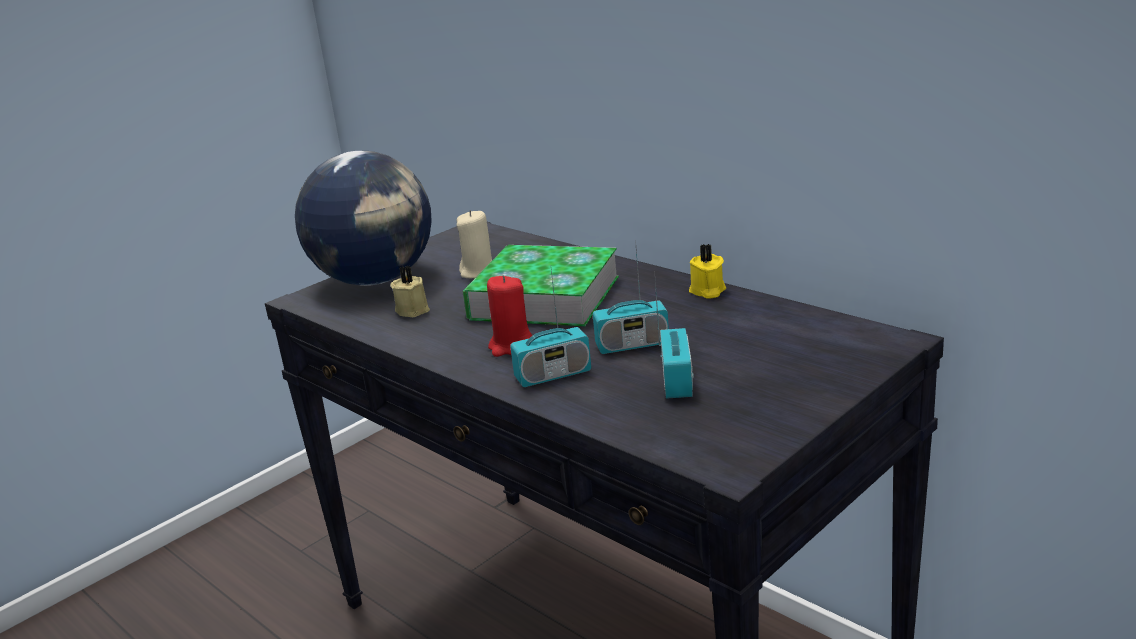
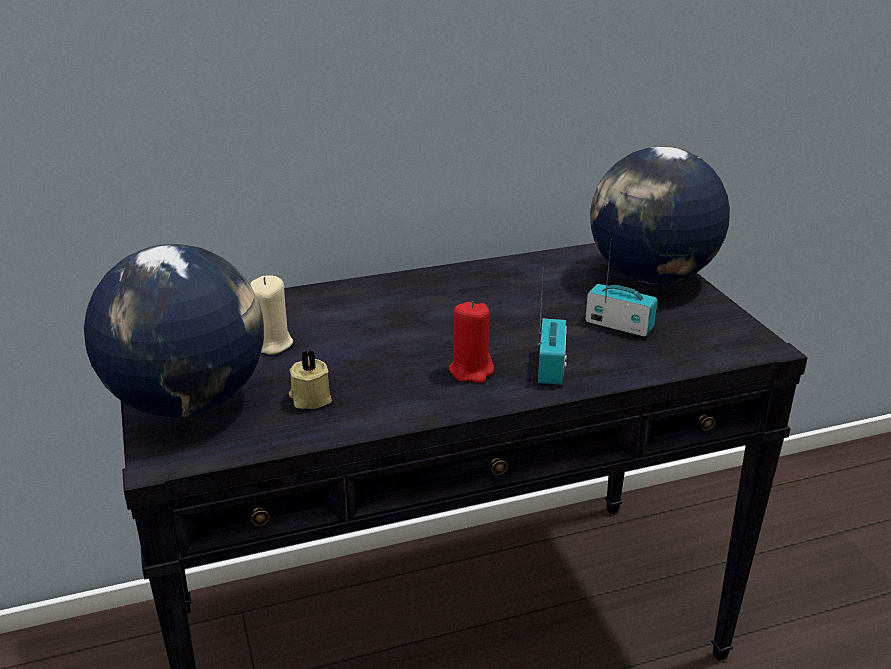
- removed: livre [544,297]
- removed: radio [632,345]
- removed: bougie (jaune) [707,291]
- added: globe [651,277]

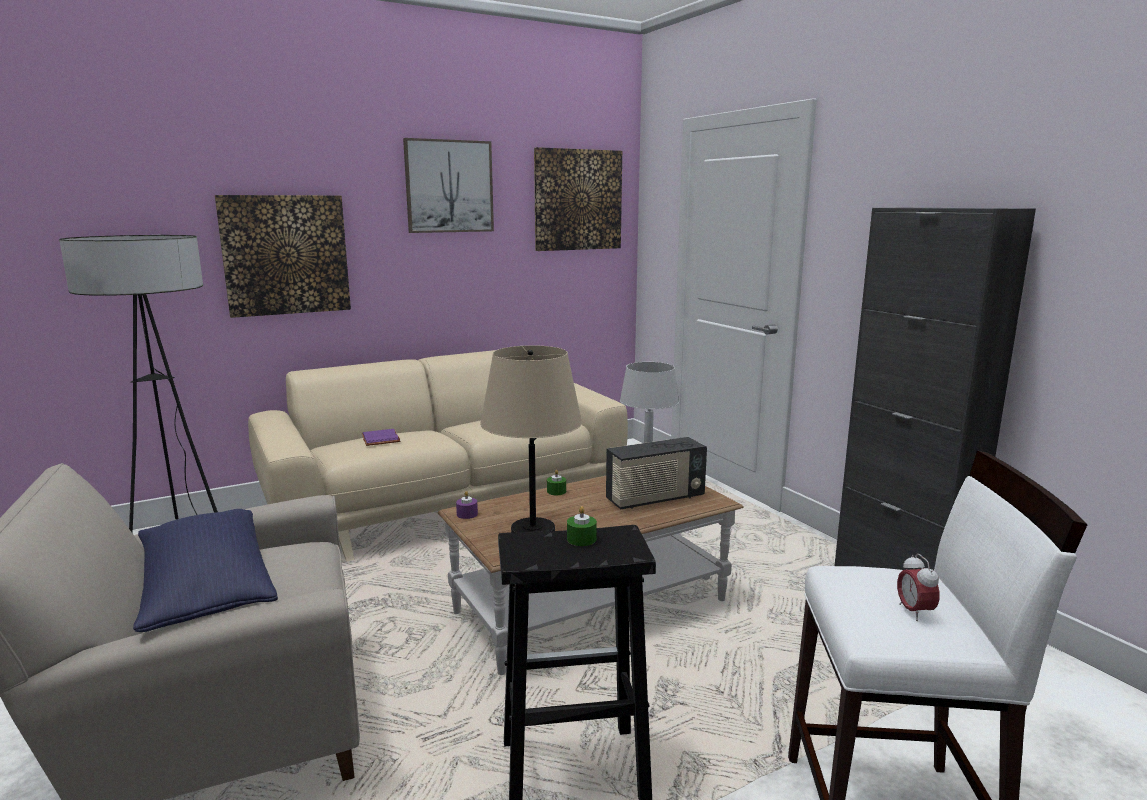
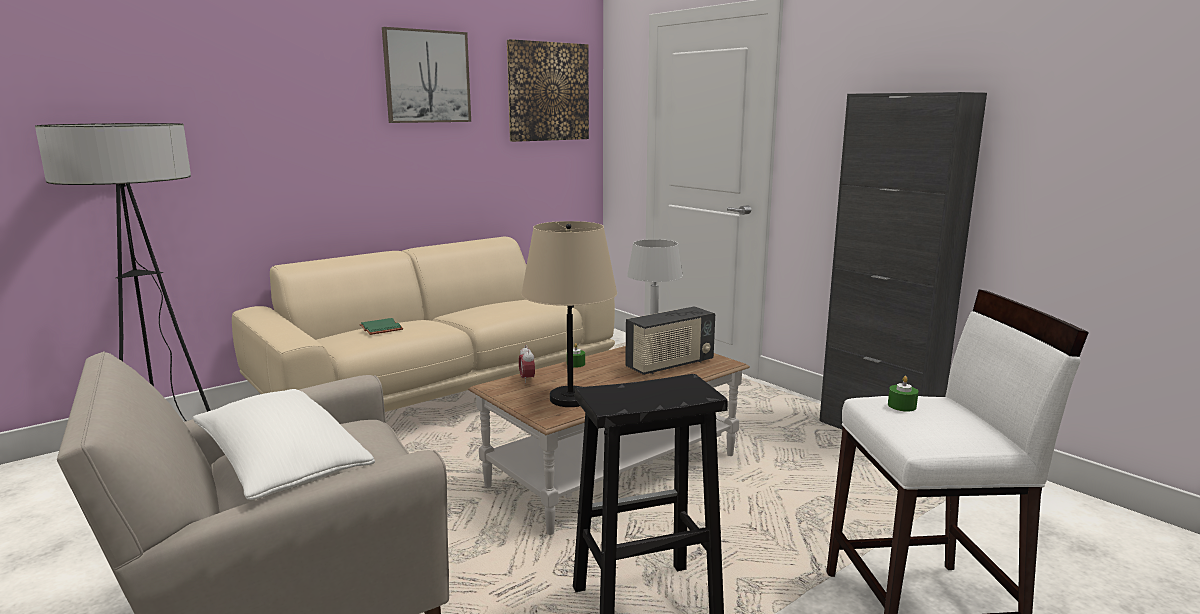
- removed: tableau [285,255]
- removed: bougie (violet) [467,514]
- moved: bougie (vert) [581,539] to [901,406]
- moved: réveil [914,612] to [527,379]
- recoloured: coussin (bleu) [206,591] to coussin (blanc) [282,467]
- recoloured: livre (violet) [382,439] to livre (vert) [382,328]

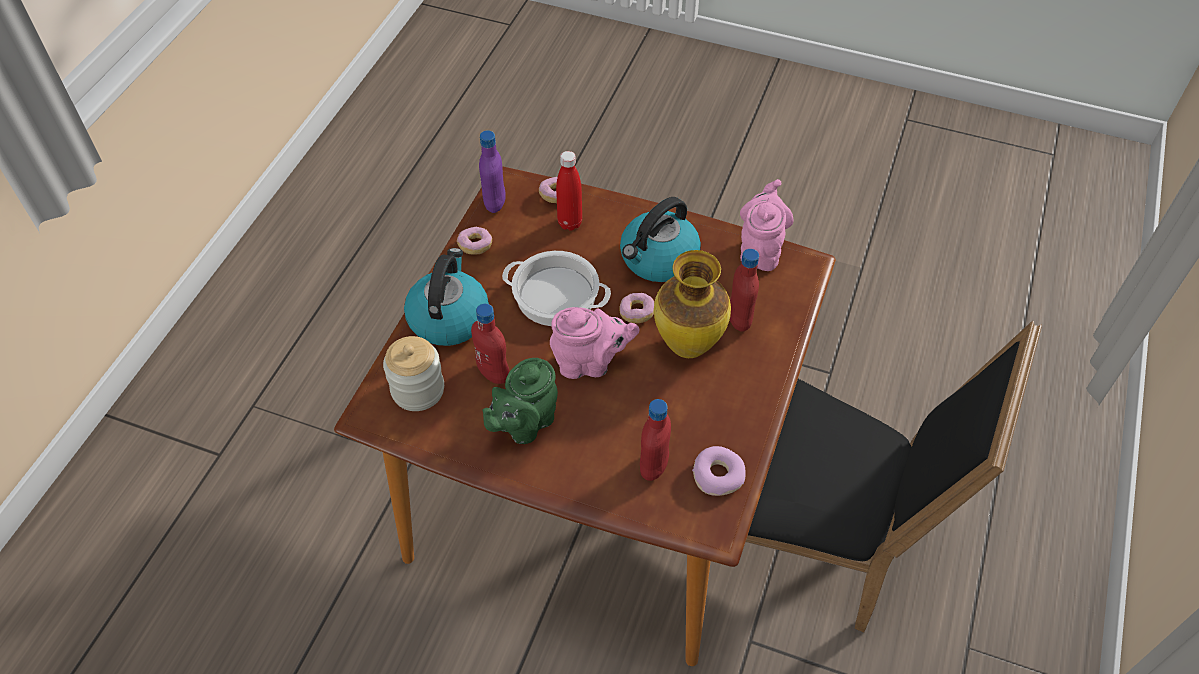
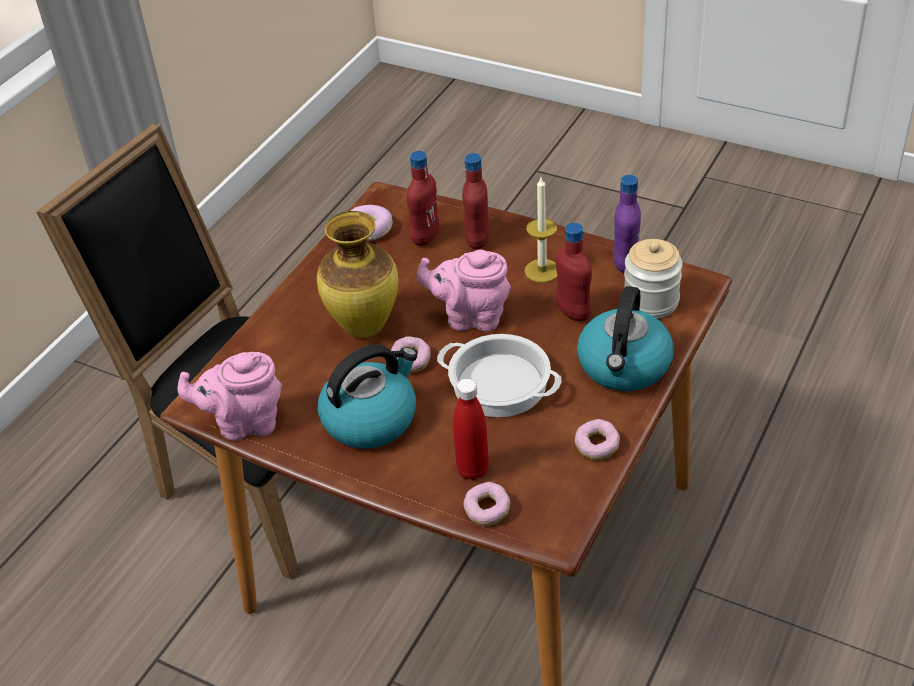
- moved: bouteille (violet) [495,203] to [625,263]
- moved: bouteille (rouge) [739,319] to [477,240]
- replaced: théière (vert) [524,424] to bougie [542,270]
- turned: théière (rose) [760,250] = [244,423] 60 degrees clockwise

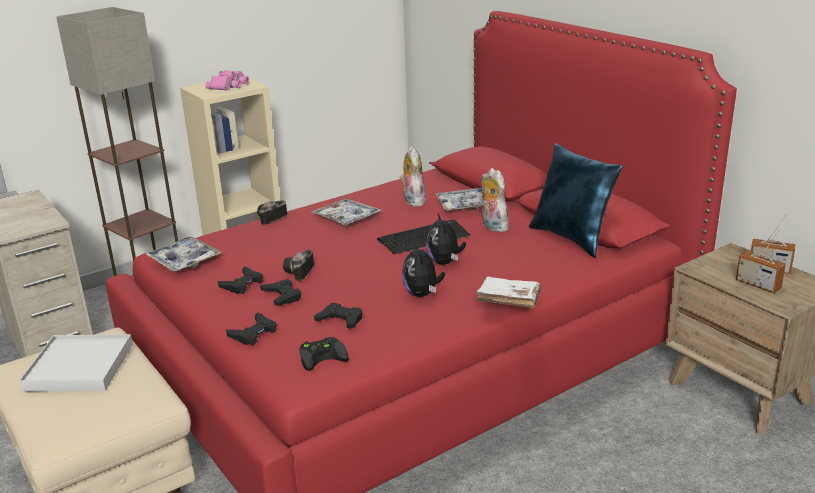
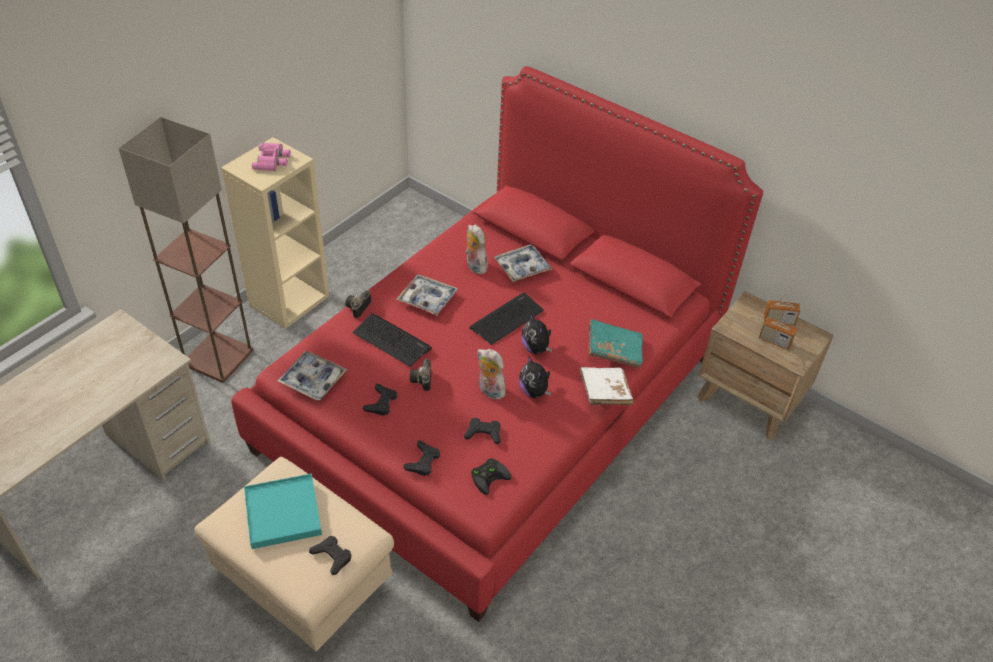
- removed: coussin (bleu) [572,238]
- added: clavier [391,340]
- added: livre (turquoise) [614,351]
- moved: manette (noir) [282,296] to [332,556]
- moved: peluche [492,226] to [489,390]
- recoloured: plateau (blanc) [79,367] to plateau (turquoise) [282,513]

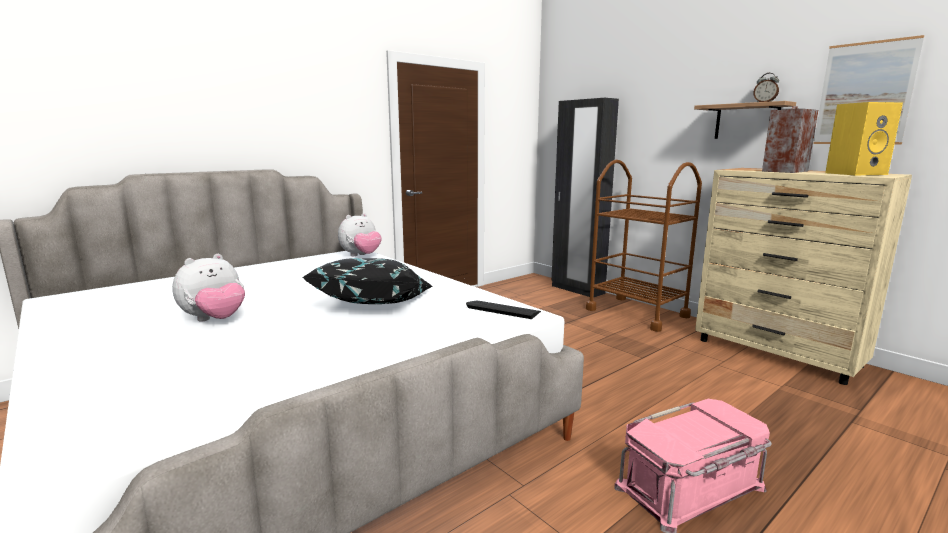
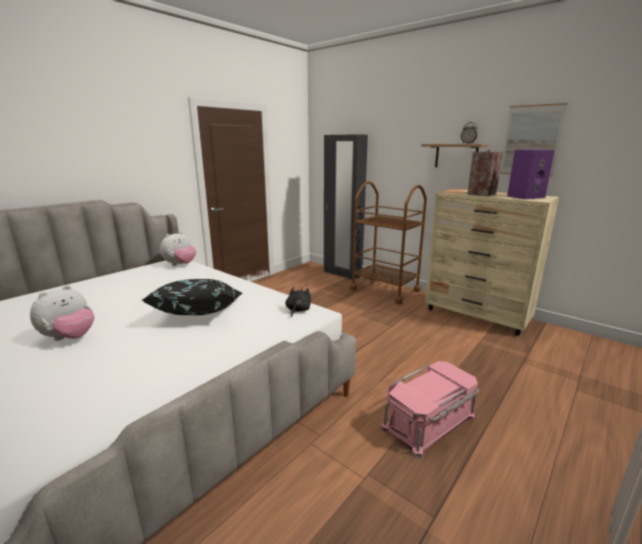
- replaced: clavier [503,310] to peluche (noir) [297,310]
- recoloured: enceinte (jaune) [855,173] to enceinte (violet) [525,197]

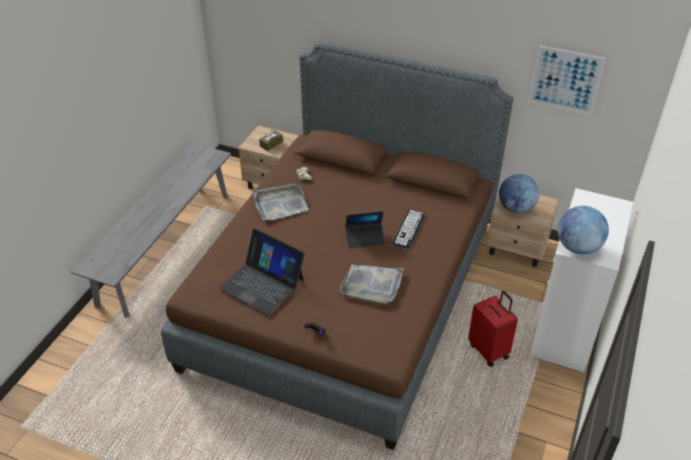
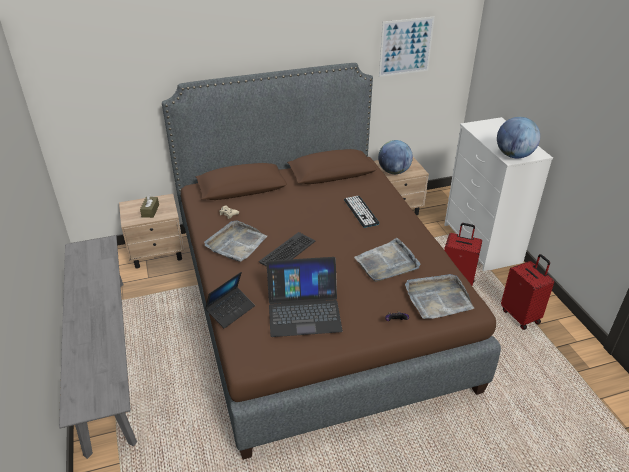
- added: clavier [288,252]
- added: plateau (gris) [437,298]
- added: valise (rouge) [521,316]
- moved: ordinateur portable [365,238] to [231,310]

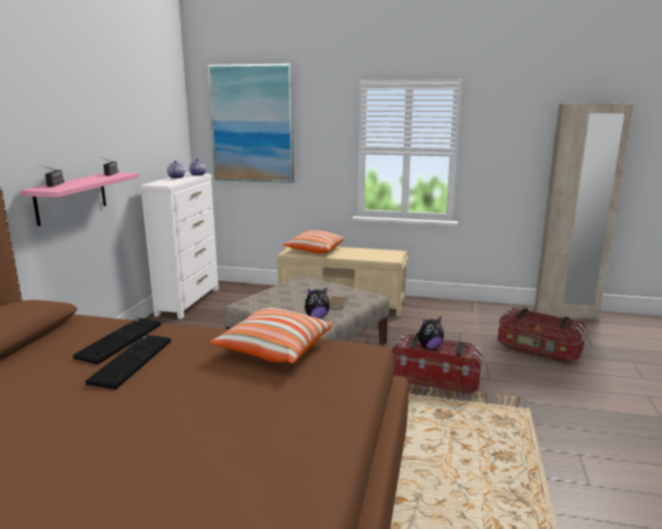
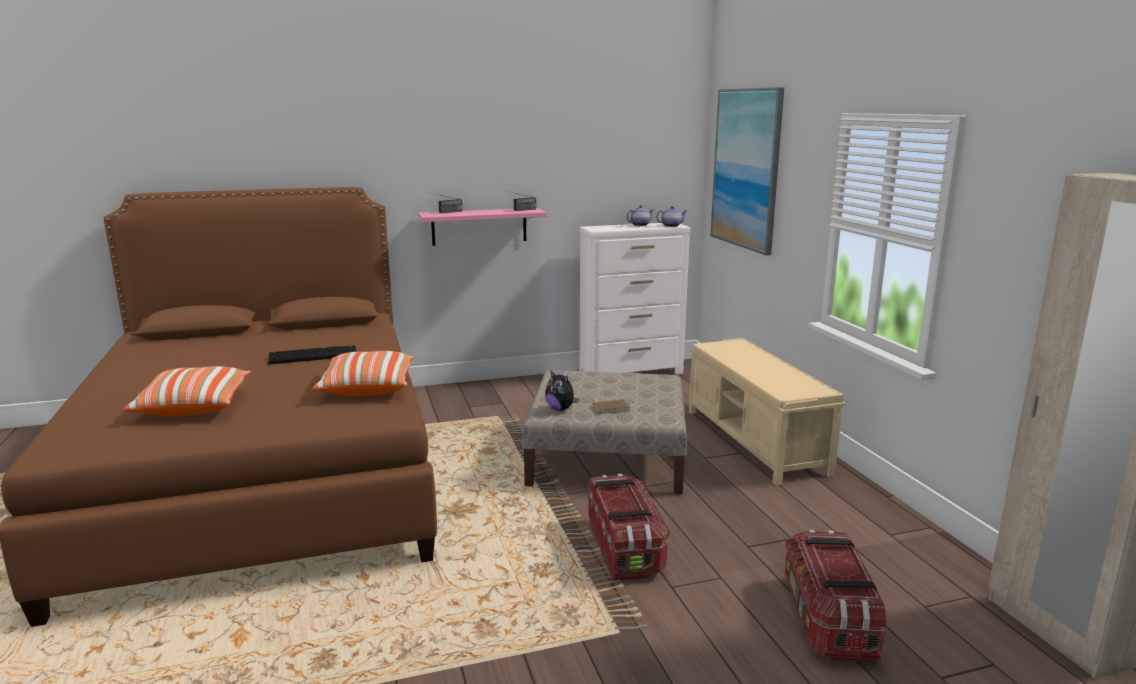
- removed: clavier [119,340]
- removed: peluche [429,347]
- moved: coussin [314,250] to [194,406]

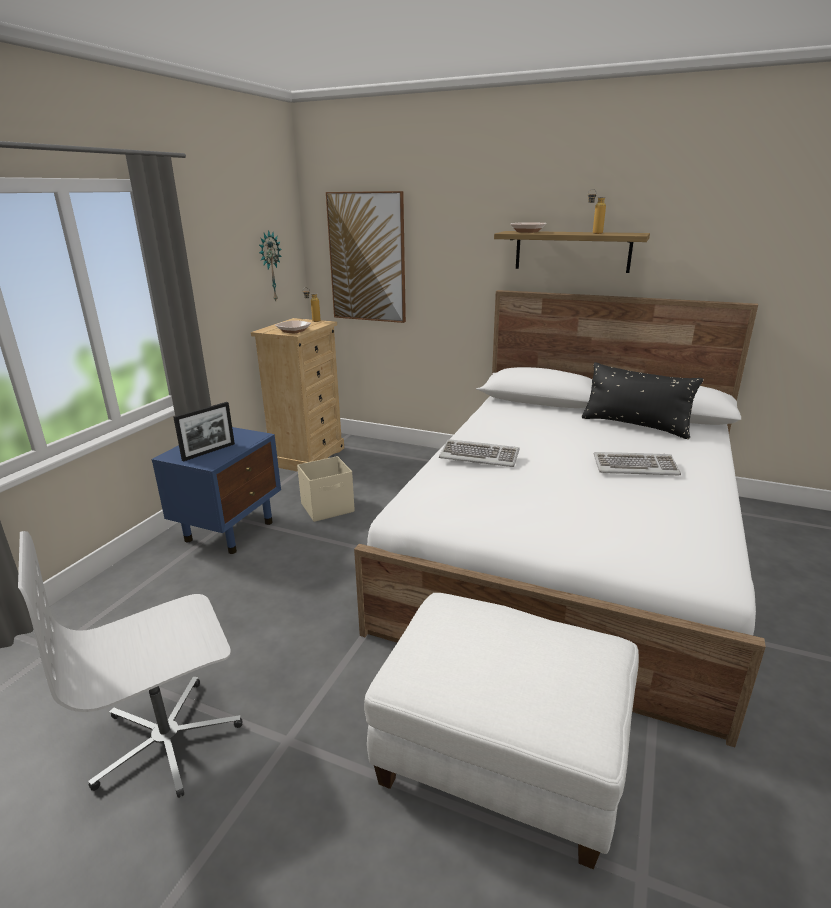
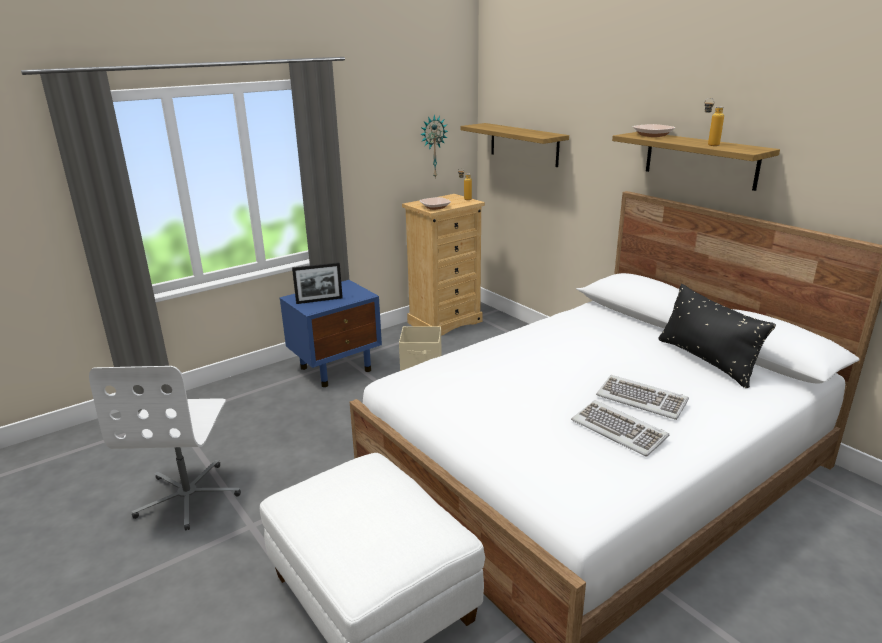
- moved: clavier [479,456] to [619,430]
- replaced: tableau [367,258] to étagère [523,144]
- turned: chaise de bureau (blanc) [168,740] = [189,496] 90 degrees counterclockwise

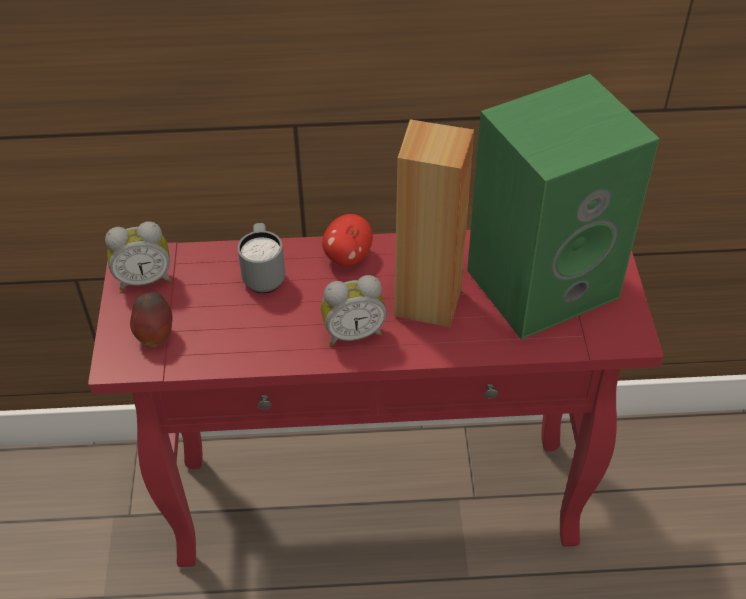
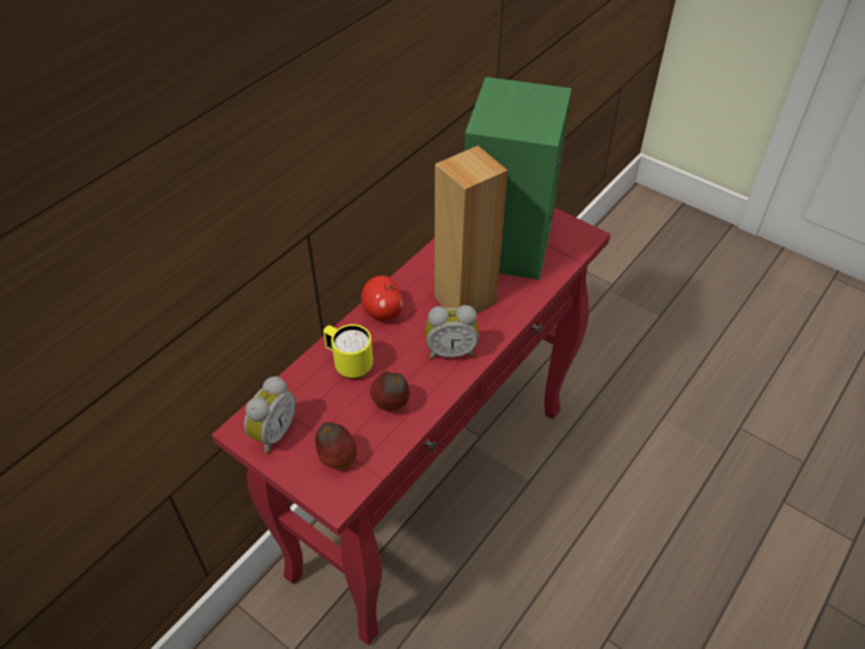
- added: pomme [391,405]
- recoloured: mug (gris) [264,275] to mug (jaune) [349,364]
- turned: réveil [353,332] = [451,351] 60 degrees clockwise

